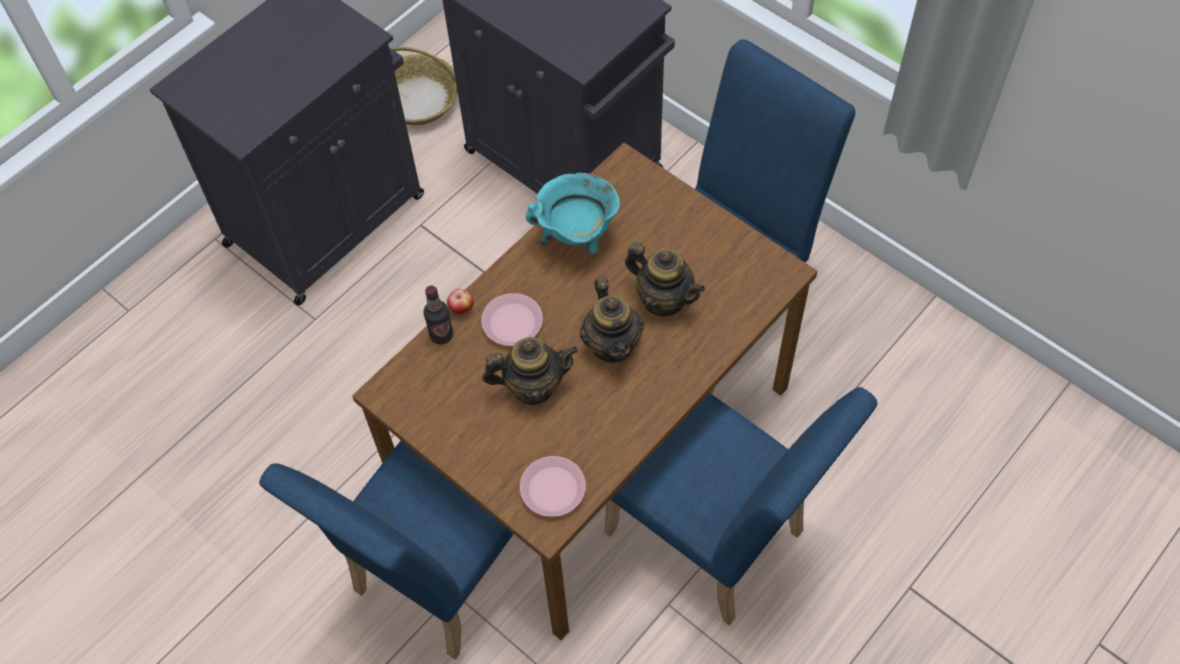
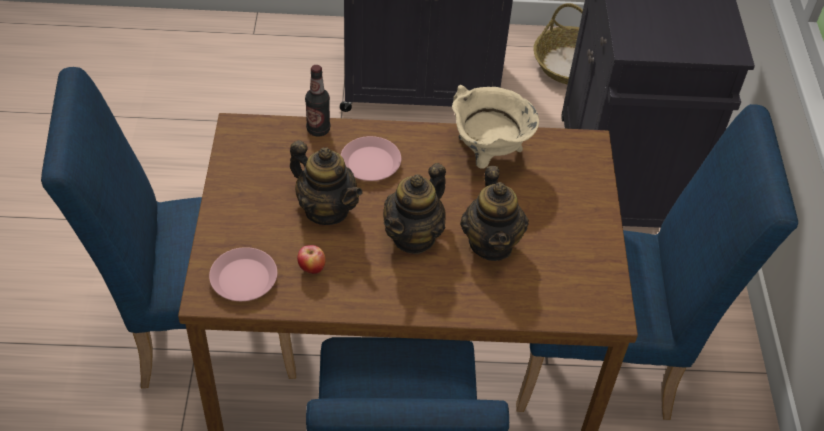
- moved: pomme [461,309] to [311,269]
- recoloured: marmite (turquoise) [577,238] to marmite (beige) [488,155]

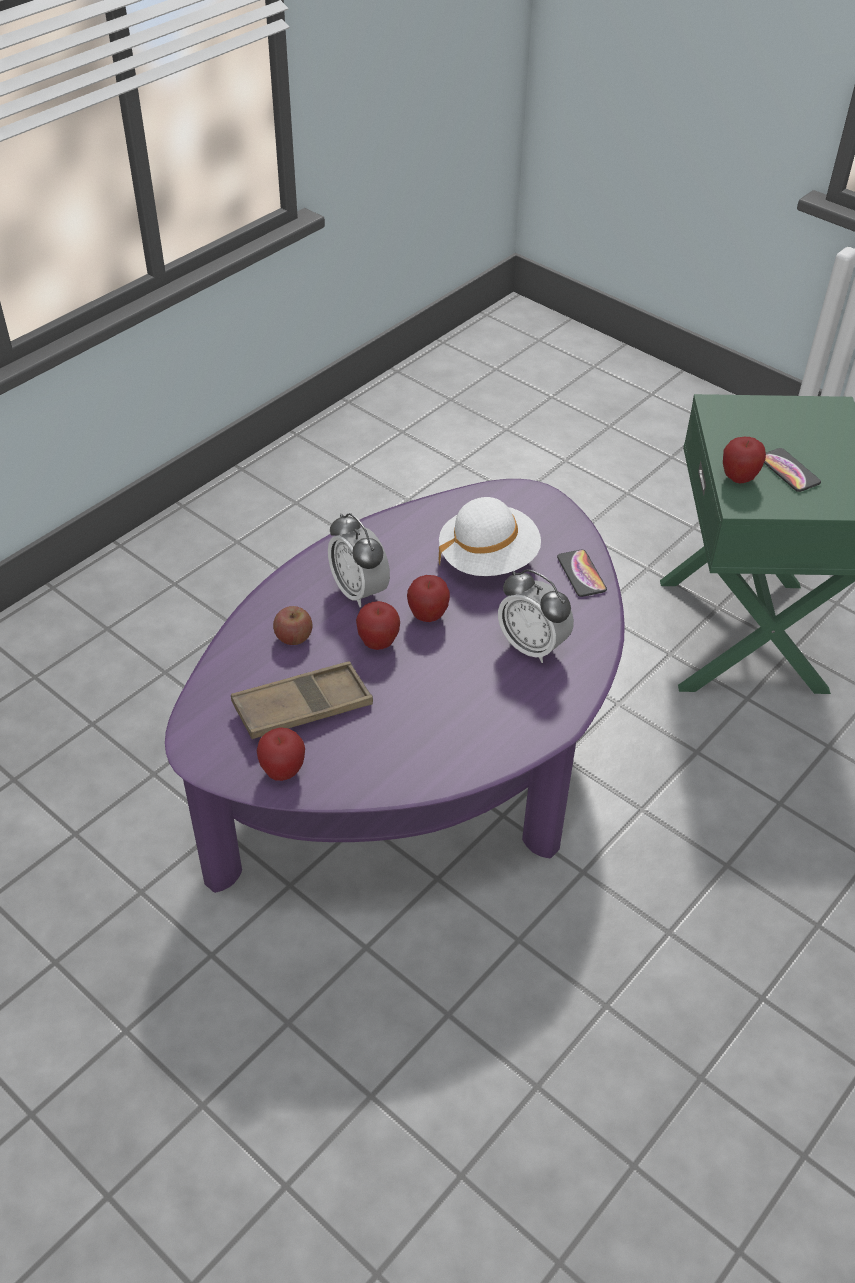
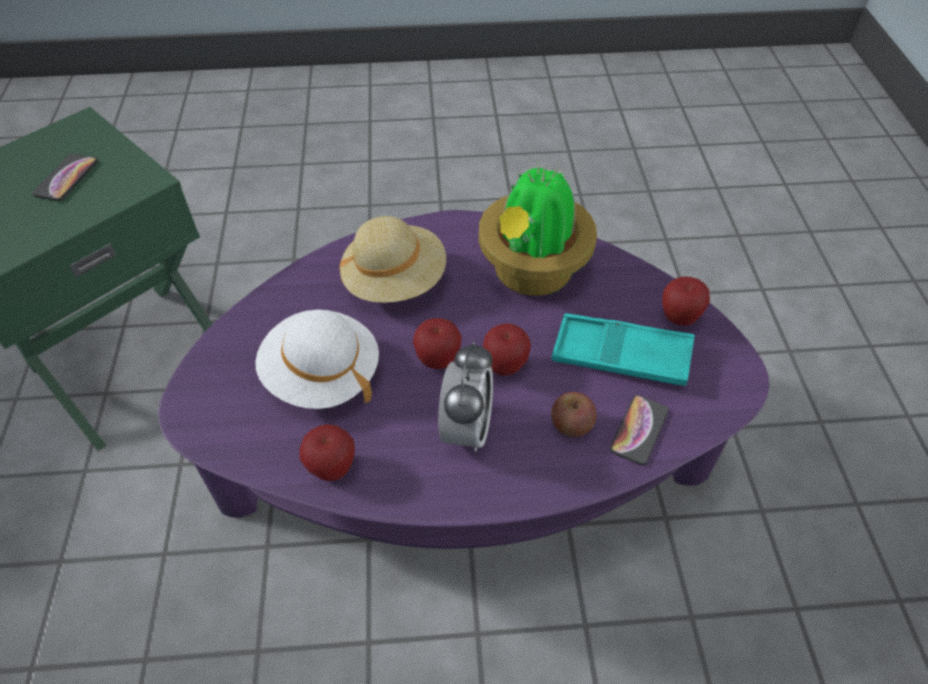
- added: plante en pot [531,273]
- moved: téléphone [581,574] to [639,430]
- moved: pomme [738,478] to [332,468]
- replaced: réveil [532,646] to chapeau (beige) [395,281]
- recoloured: plateau (marron) [302,707] to plateau (turquoise) [620,355]

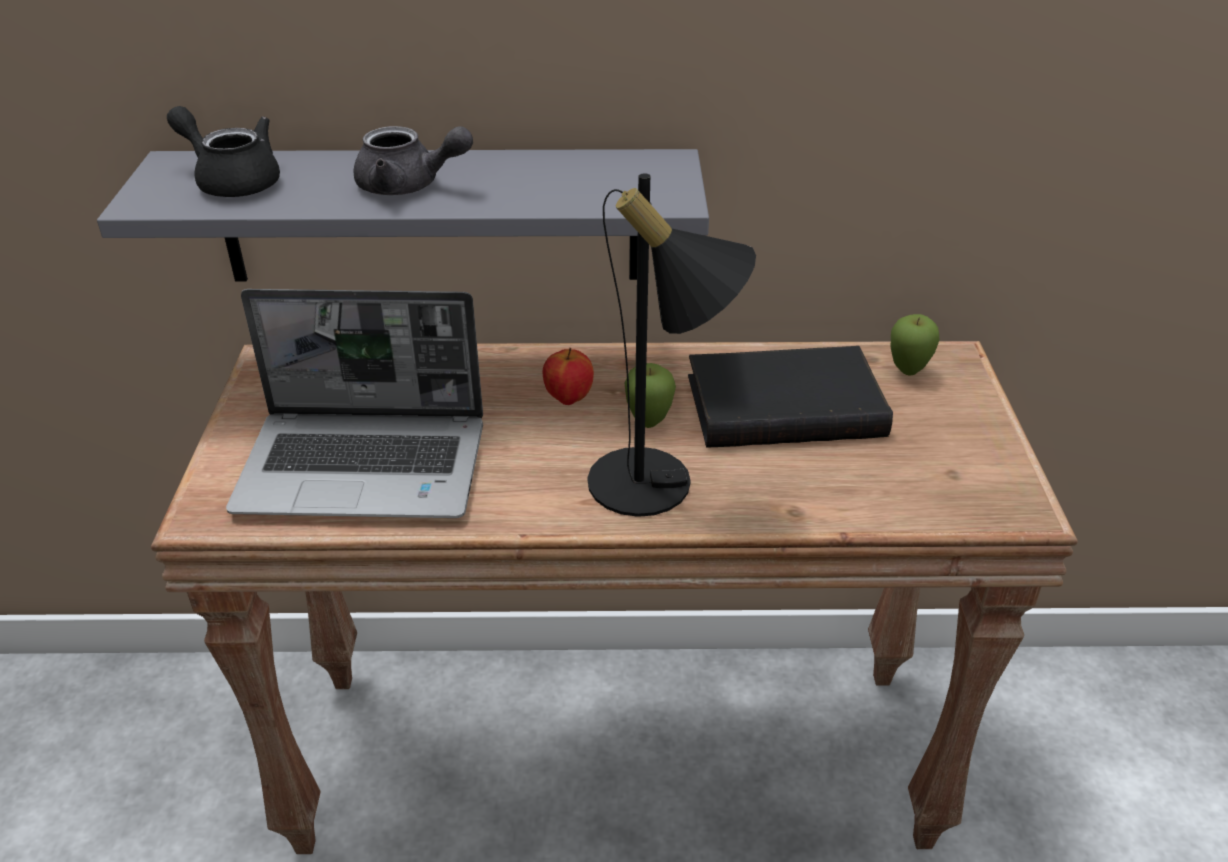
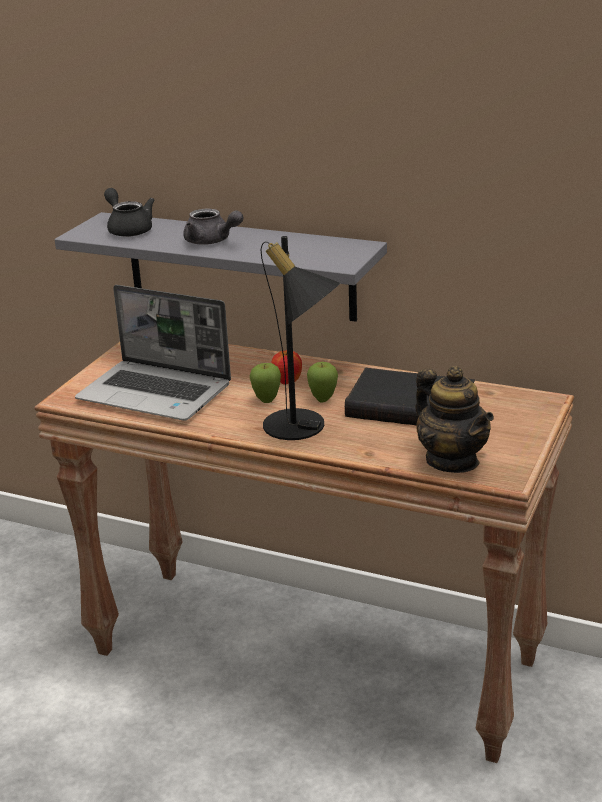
- added: théière [452,460]
- moved: pomme [907,371] to [266,401]

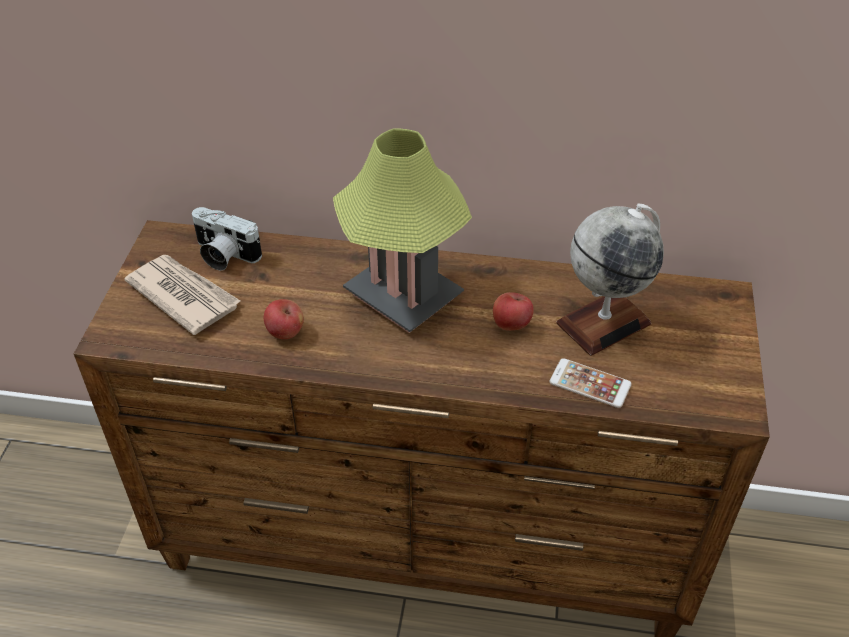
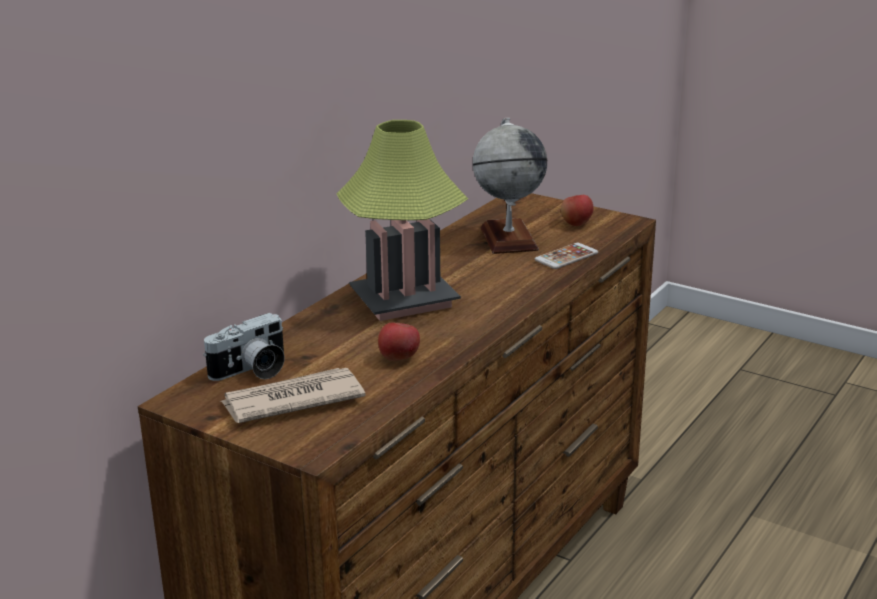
- moved: pomme [511,324] to [576,223]

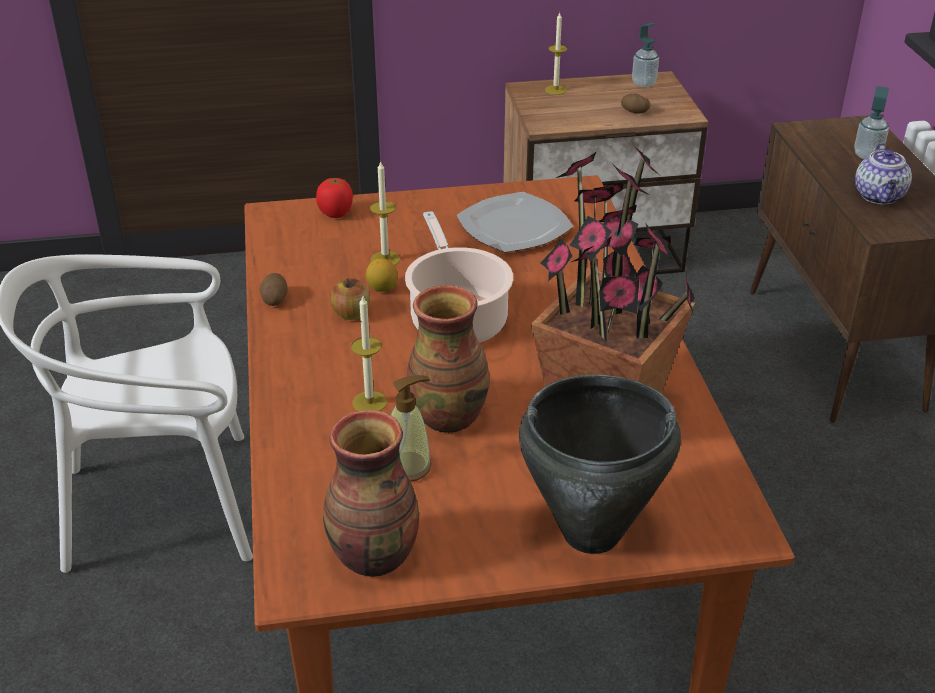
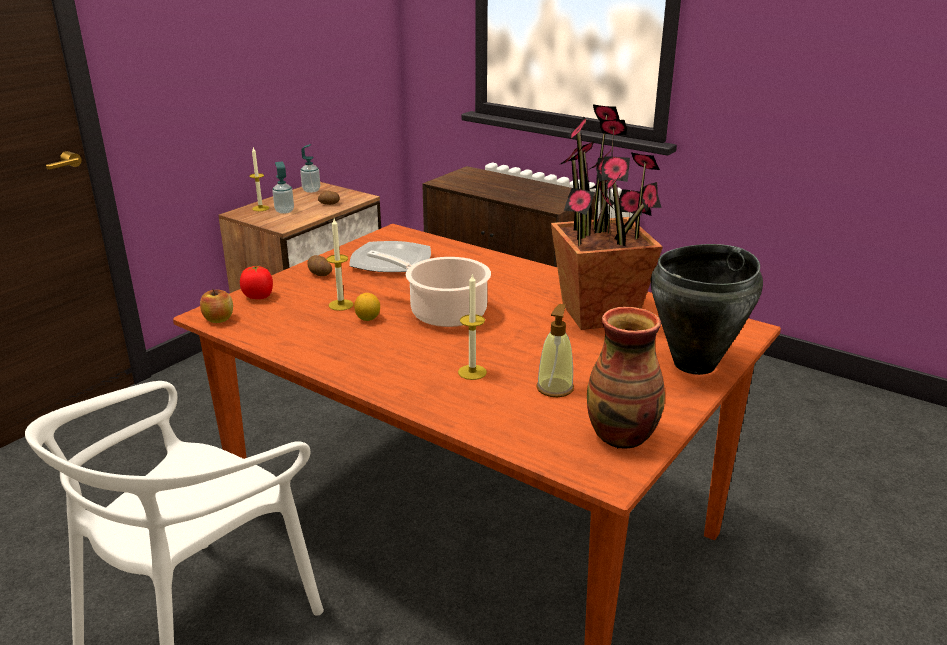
- removed: vase [448,416]
- removed: théière [879,197]
- moved: pomme de terre [274,299] to [319,274]
- moved: pomme [351,314] to [218,319]
- moved: distributeur de savon [867,155] to [284,211]

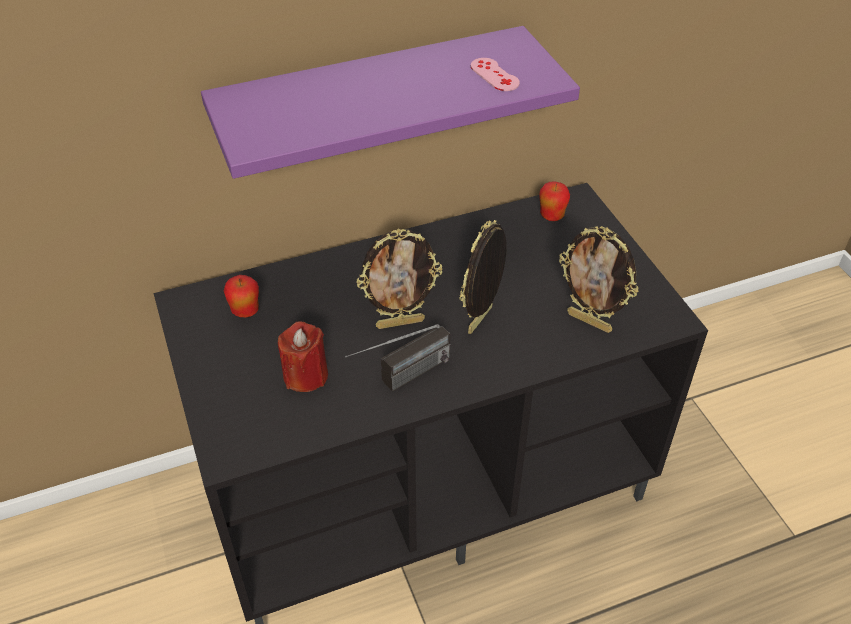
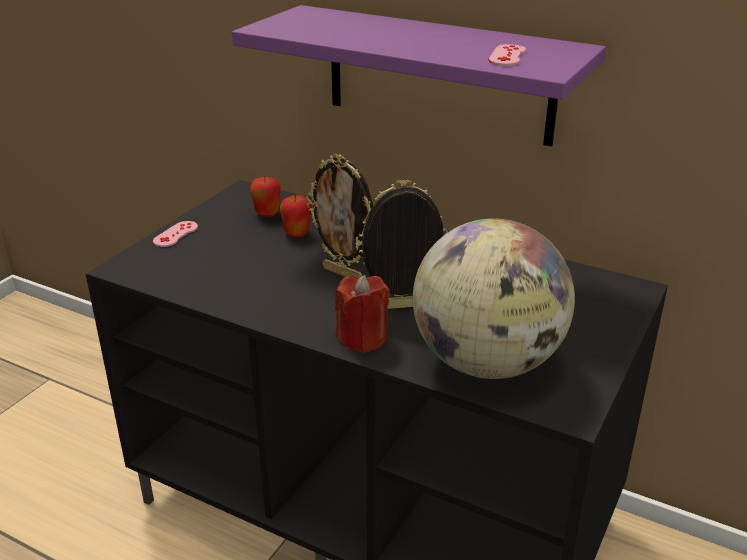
- removed: radio [401,380]
- added: manette (rose) [175,234]
- moved: bougie (rouge) [305,375] to [362,338]
- moved: pomme [551,216] to [297,233]
- replaced: cadre photo [590,321] to globe [487,363]

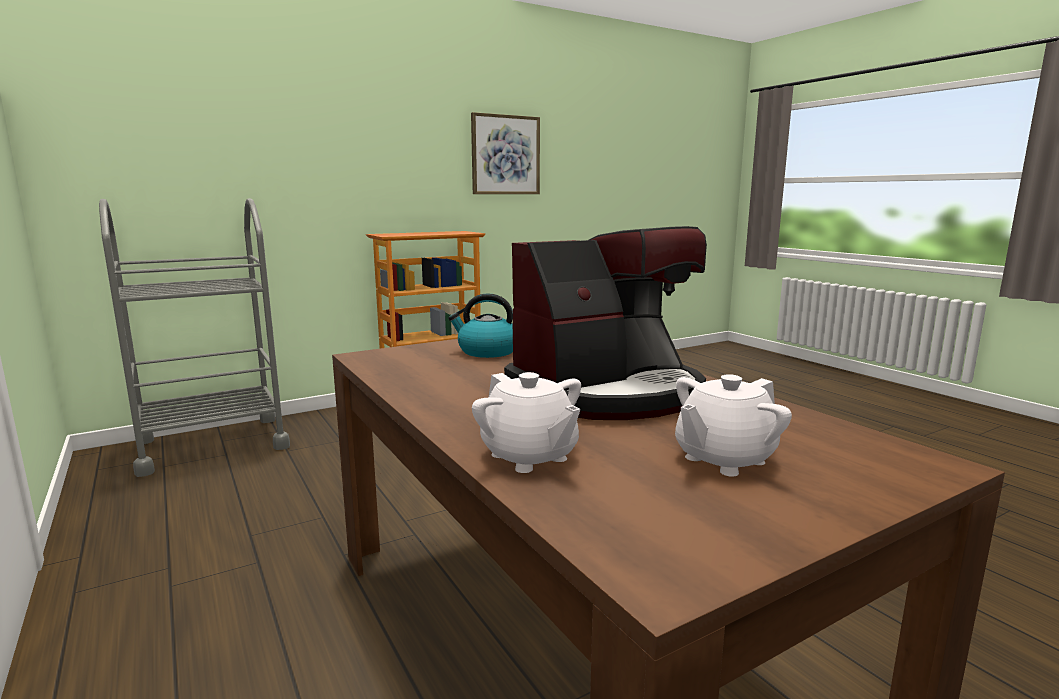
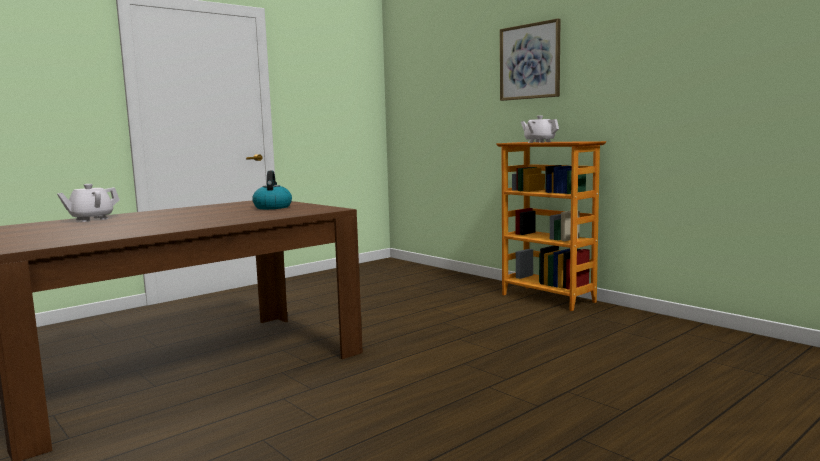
- removed: chariot (gris) [212,444]
- removed: machine à café [608,392]
- moved: tableau [505,155] to [530,61]
- moved: théière (blanc) [723,459] to [539,142]

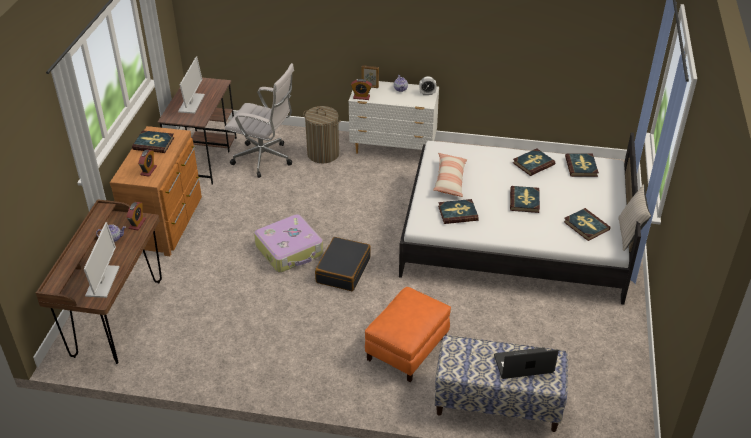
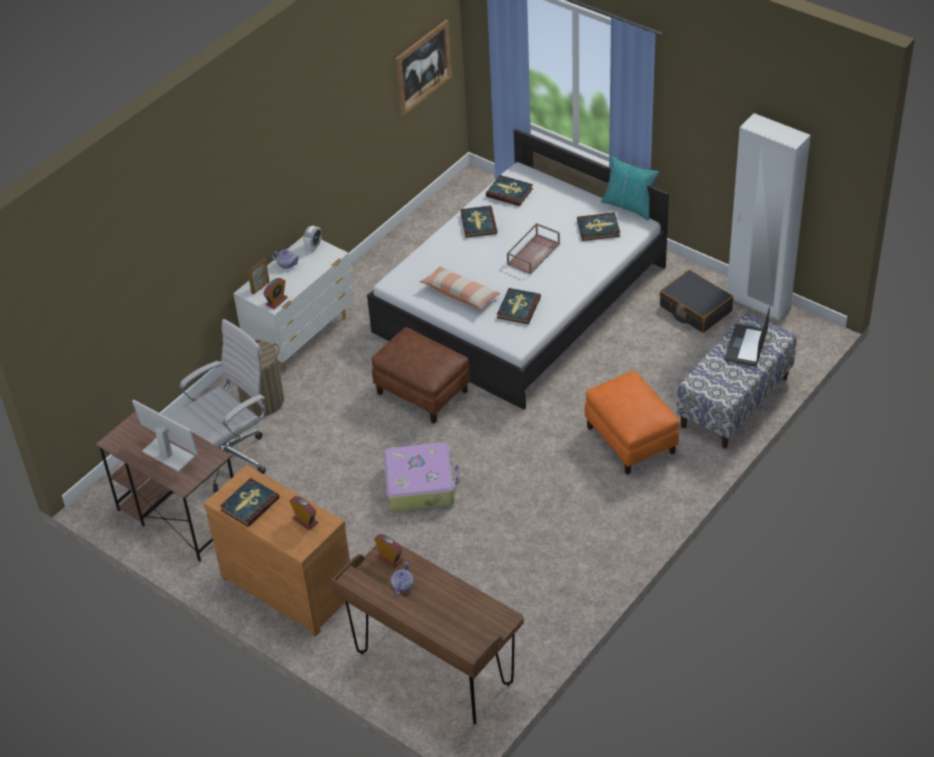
- removed: écran d'ordinateur [103,282]
- added: pouf (marron) [423,392]
- added: tableau [423,67]
- added: armoire (blanc) [758,302]
- moved: valise (noir) [343,270] to [695,309]
- replaced: livre [524,201] to plateau (marron) [533,253]
- recoloured: coussin (beige) [629,234] to coussin (turquoise) [629,206]

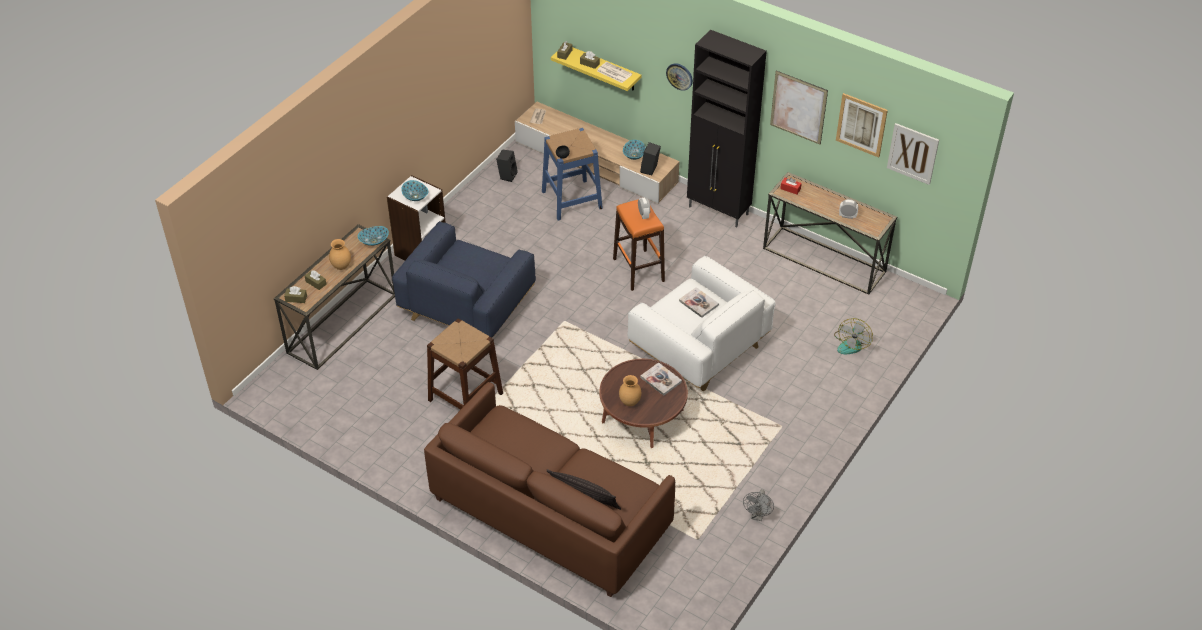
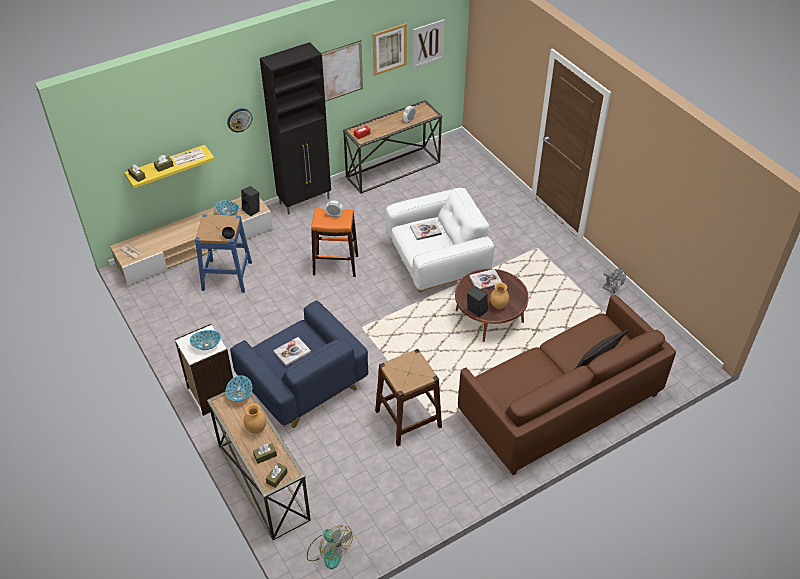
- added: livre [292,352]
- moved: enceinte (noir) [507,175] to [475,311]
- moved: ventilateur [851,343] to [328,551]

